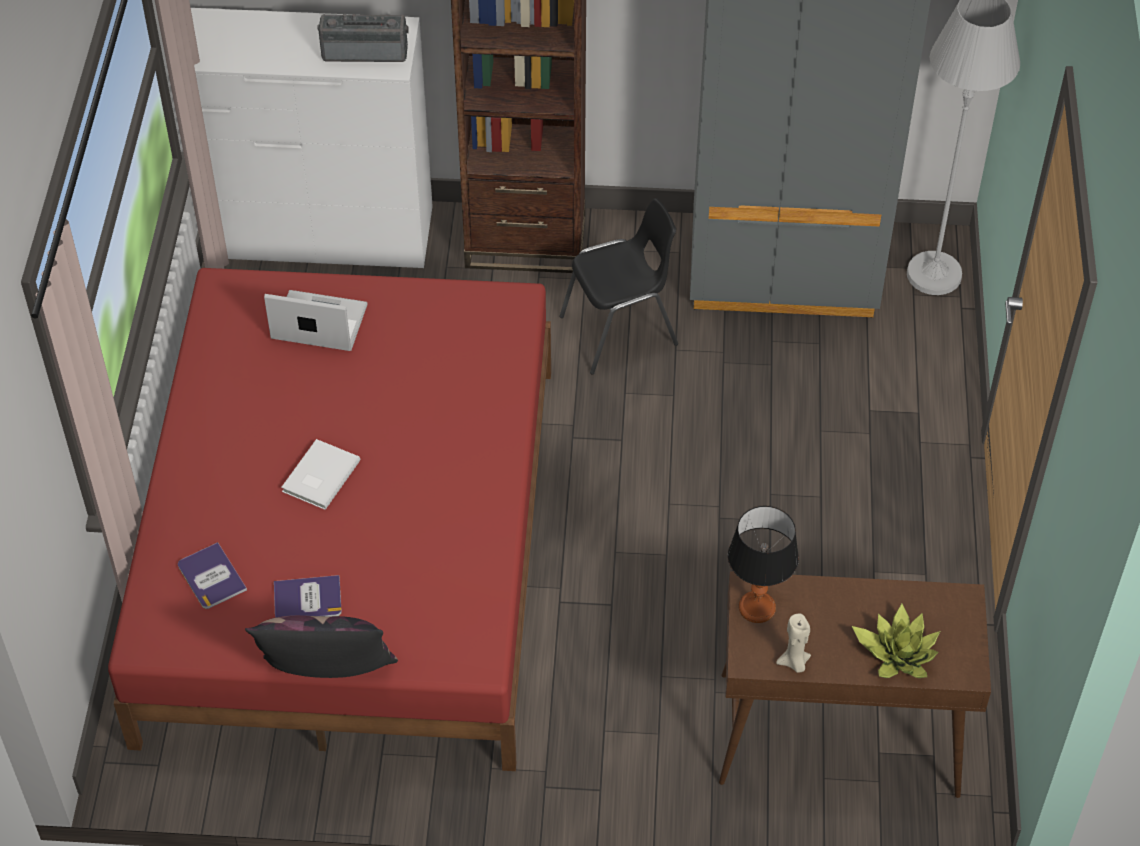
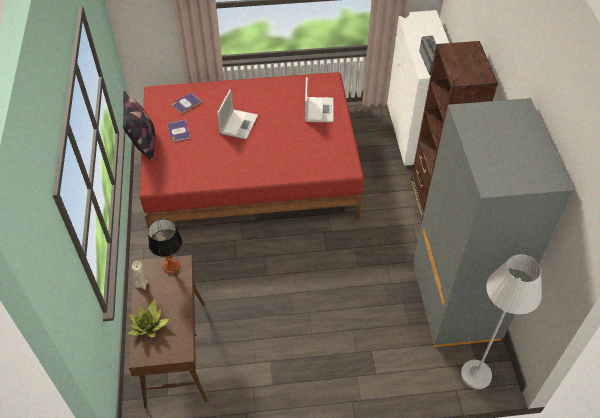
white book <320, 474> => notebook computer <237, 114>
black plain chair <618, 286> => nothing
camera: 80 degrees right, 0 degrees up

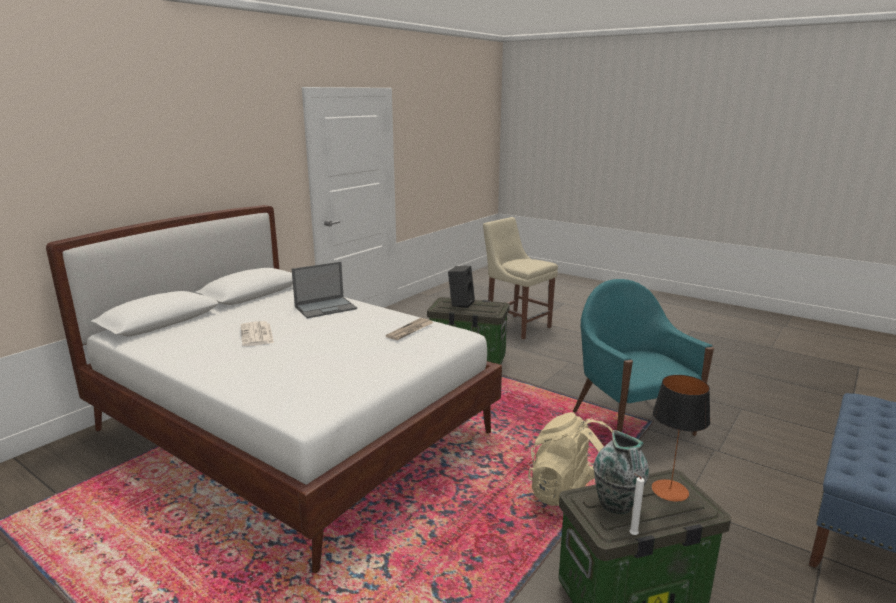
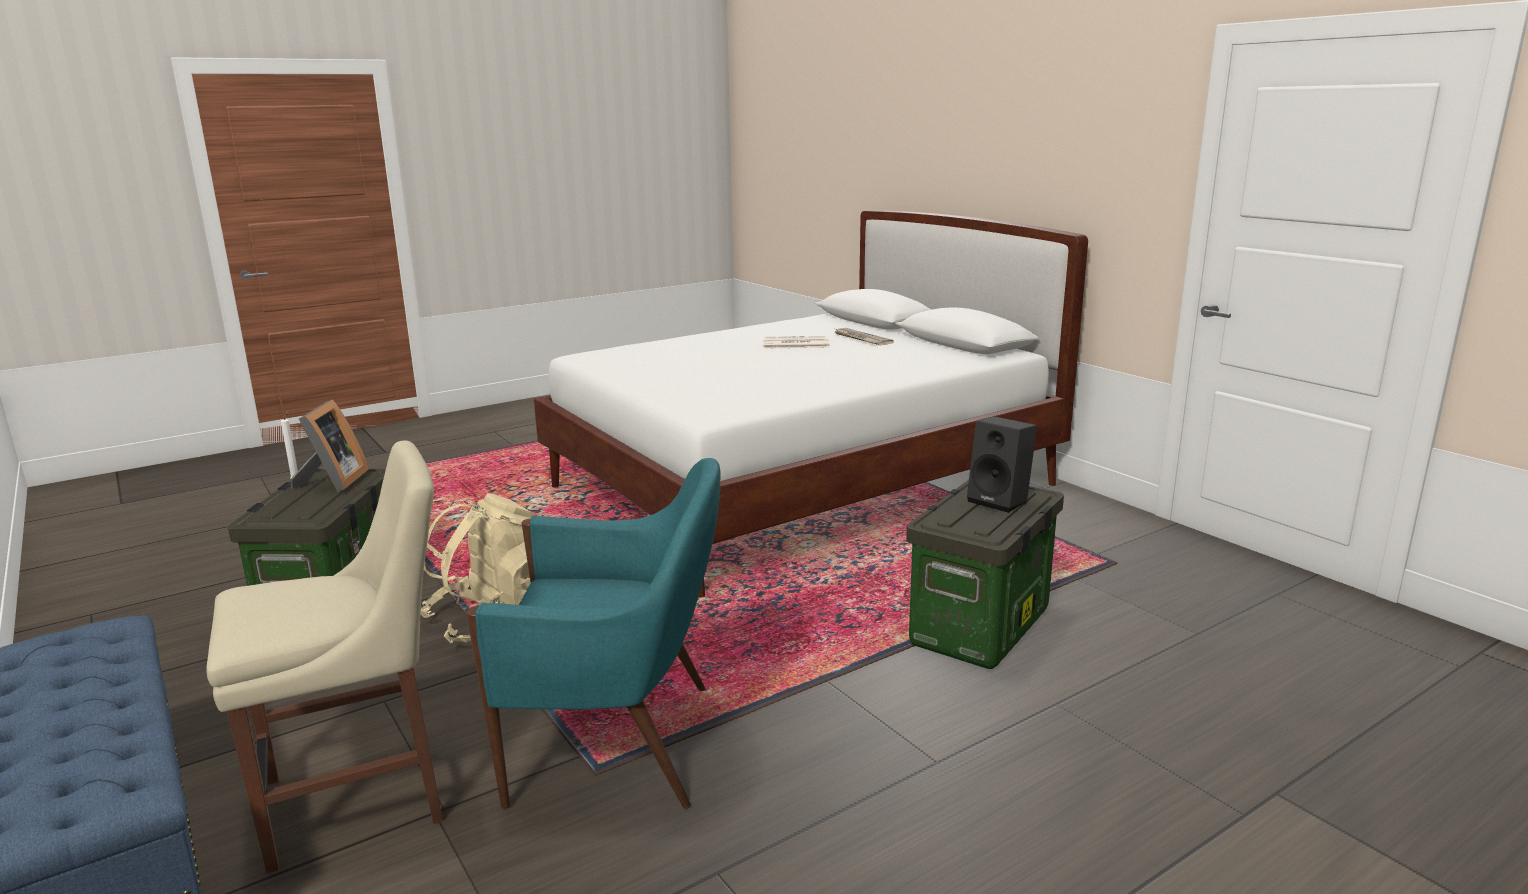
notebook computer <324, 290> => nothing
daily paper <409, 329> => daily paper <863, 336>, relocated
beige plain chair <520, 278> => beige plain chair <324, 656>, relocated
decorative vase <621, 472> => standing frame <330, 446>
lamp for a table <681, 438> => nothing
camera: 110 degrees right, 0 degrees up

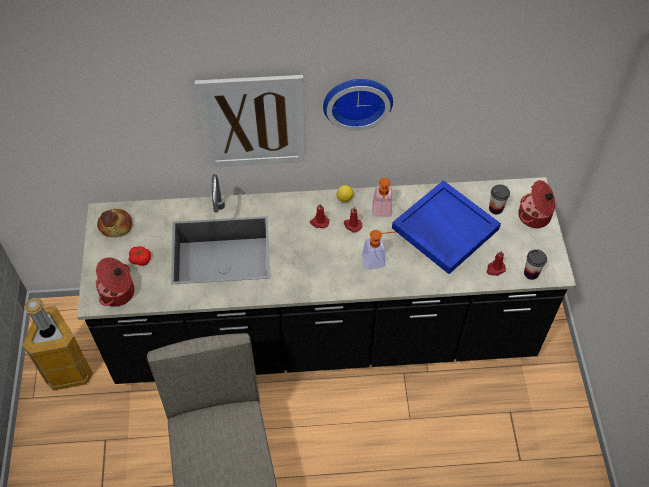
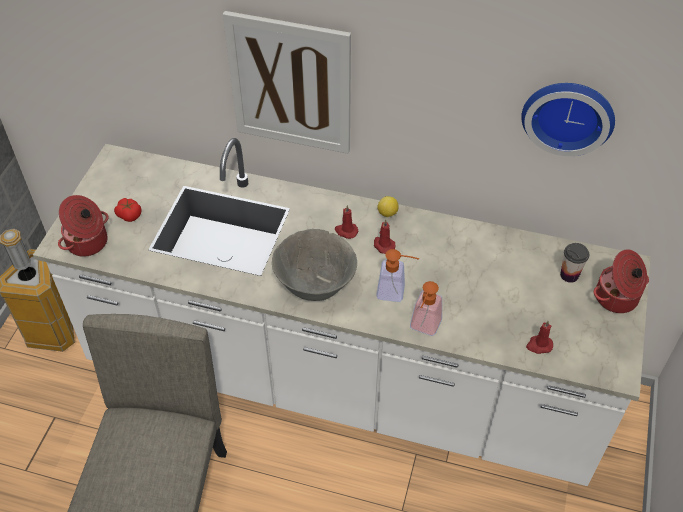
black kitchen base unit <326, 279> => white kitchen base unit <342, 312>
baked bread <114, 223> => nothing
wall clock <358, 105> => wall clock <568, 119>, relocated
soap dispenser <382, 197> => soap dispenser <426, 308>, relocated
bluish tray <446, 227> => nothing
drinking cup <535, 264> => nothing
nothing => grey deep dish <314, 265>
camera: 20 degrees right, 5 degrees down

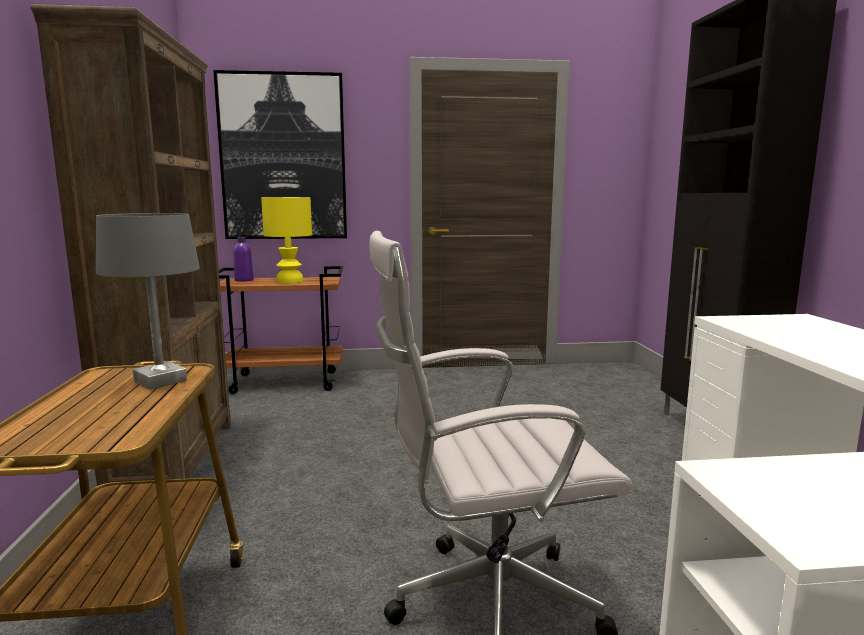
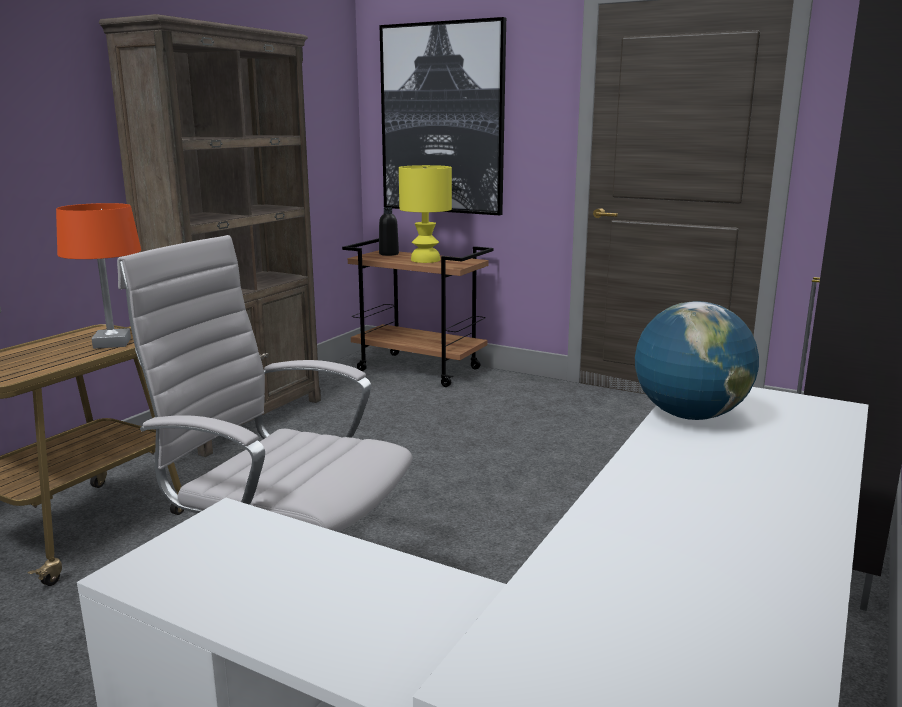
grey lamp for a table <148, 301> => orange-coloured lamp for a table <98, 276>
purple-coloured bottle <243, 259> => black bottle <389, 231>
nothing => globe <697, 360>
camera: 35 degrees right, 5 degrees up

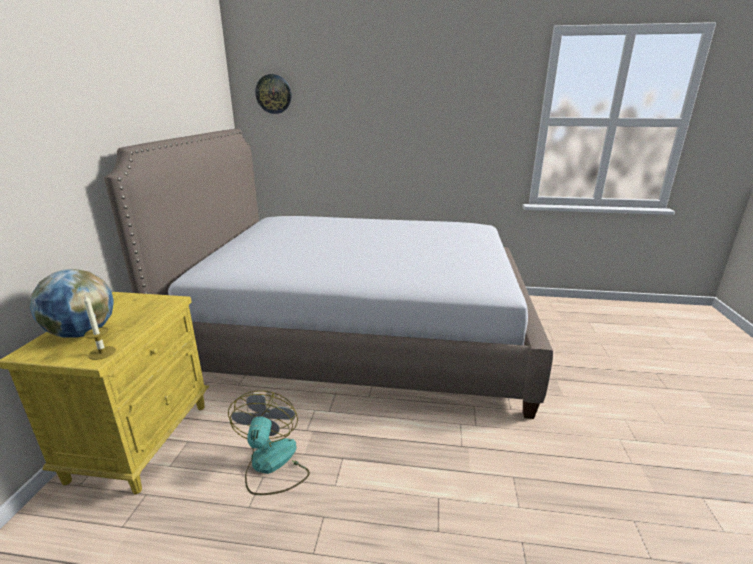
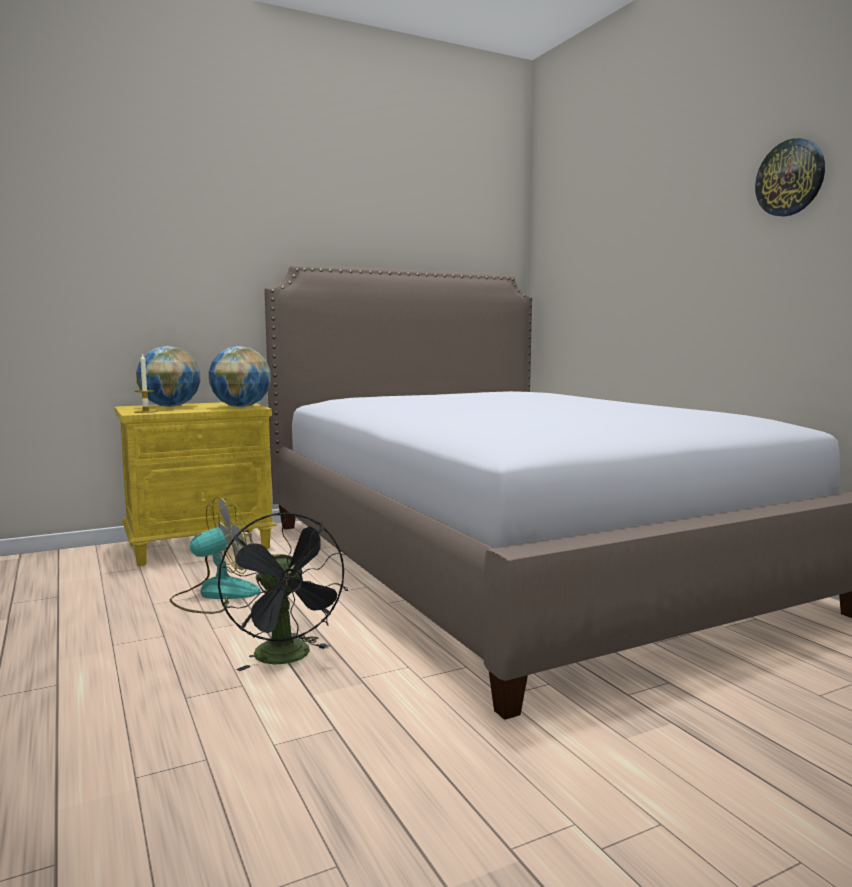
wall clock <273, 94> => wall clock <790, 177>, relocated
nothing => globe <240, 376>
nothing => black fan <283, 592>
camera: 55 degrees right, 15 degrees down

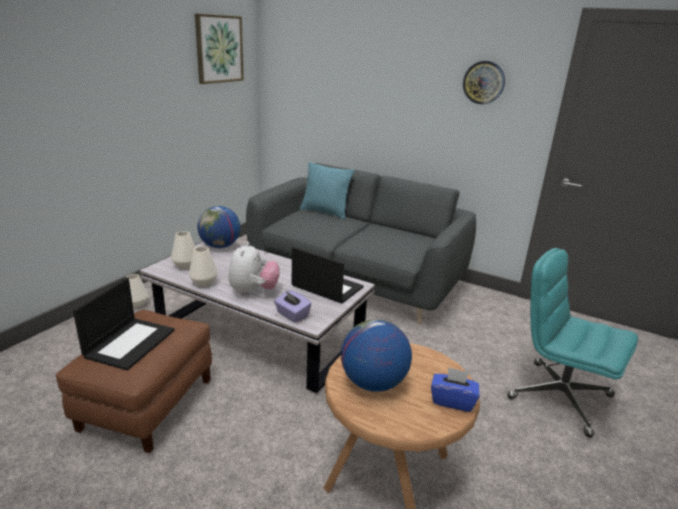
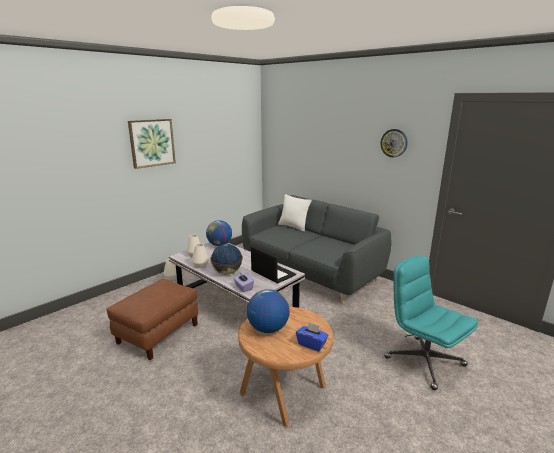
notebook computer <124, 324> => nothing
picture <219, 48> => picture <152, 144>, relocated
soft toy <254, 269> => globe <226, 259>
turquoise-coloured cushion <327, 190> => white cushion <295, 213>
camera: 15 degrees right, 5 degrees down

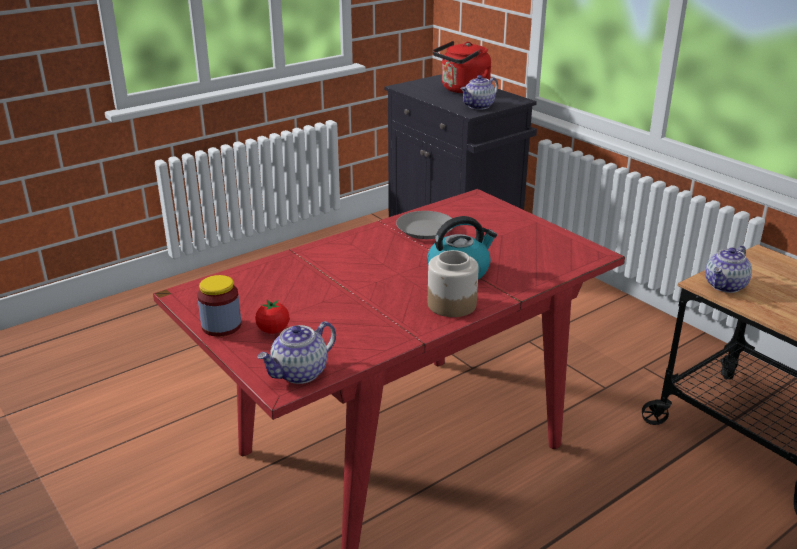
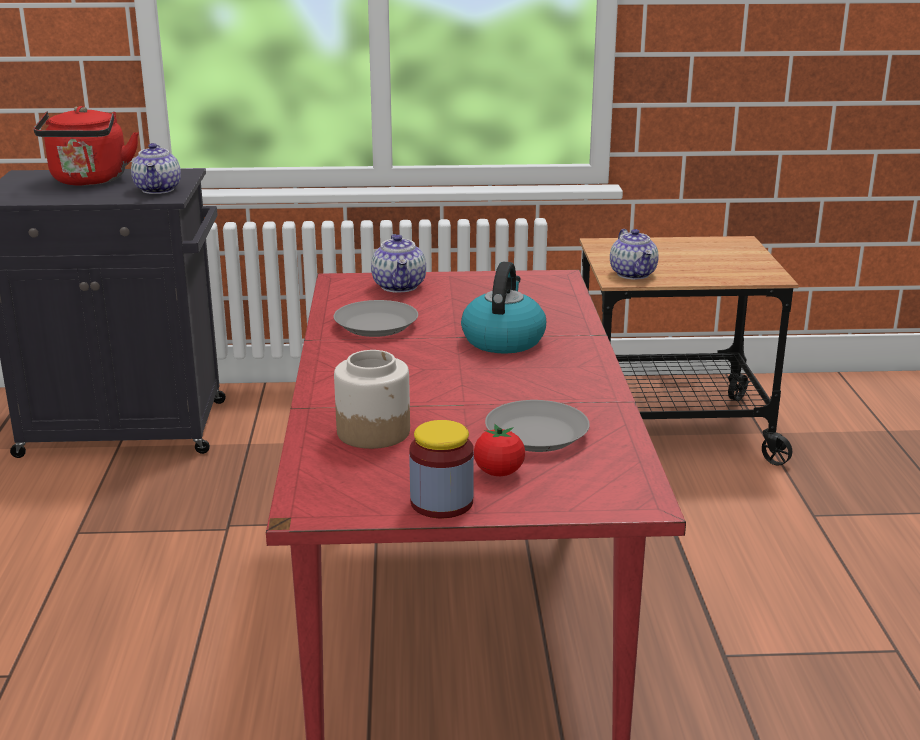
tea pot <296, 352> => tea pot <398, 263>, relocated
preserve jar <453, 283> => preserve jar <372, 399>, relocated
nothing => grey flat dish <537, 426>
camera: 55 degrees left, 5 degrees down

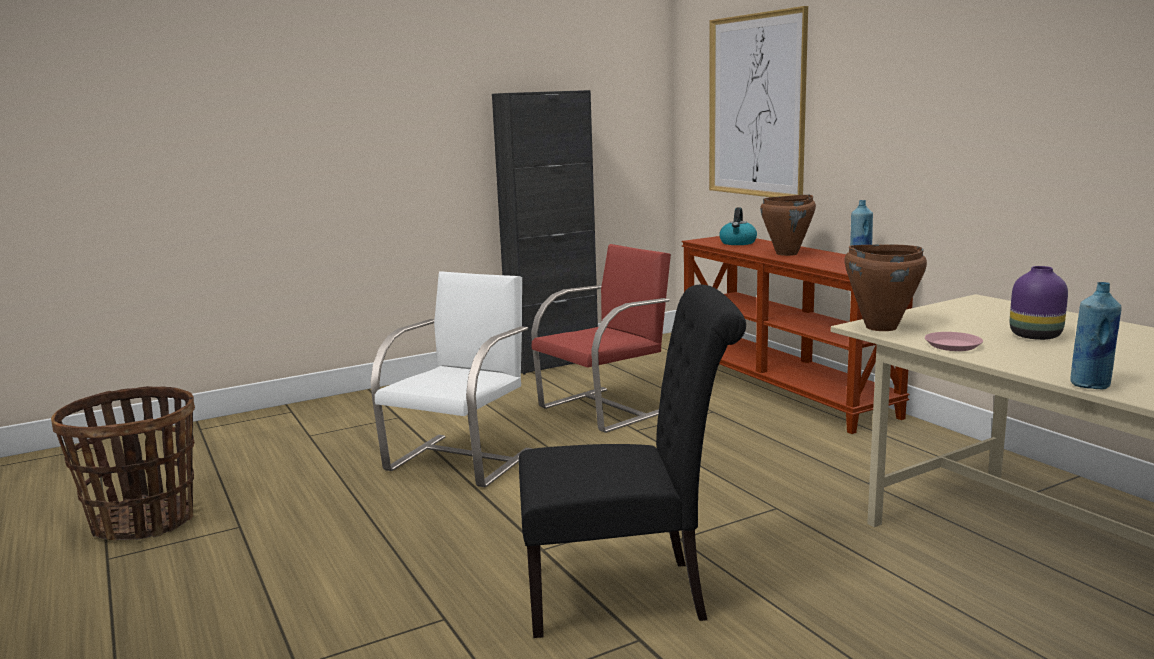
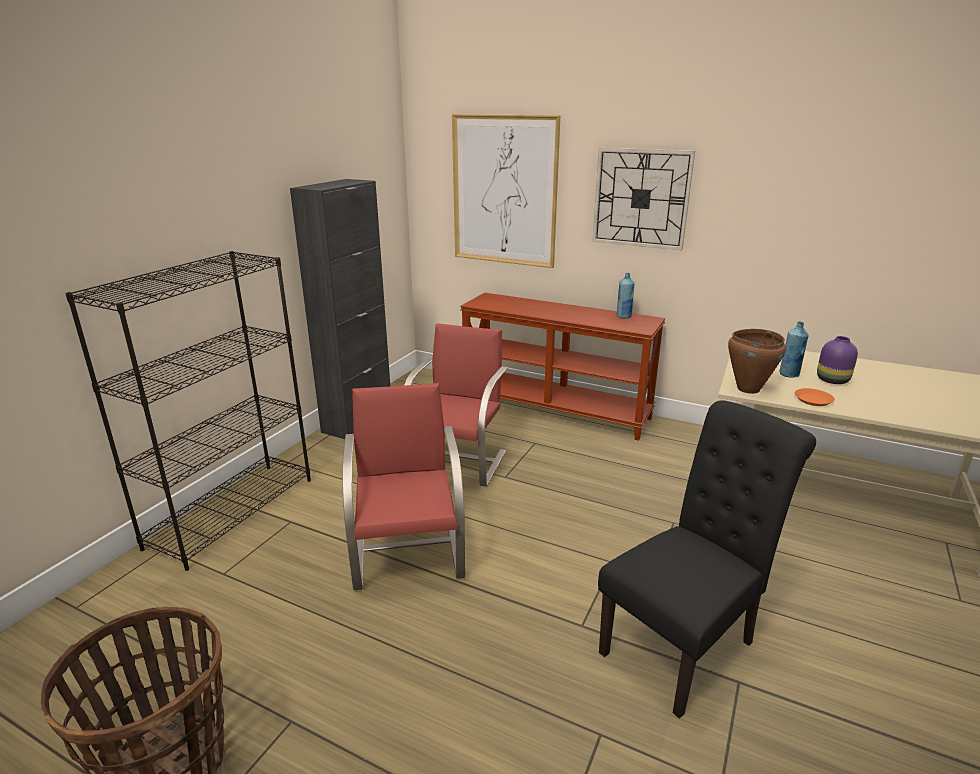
white plain chair <452, 379> => red plain chair <403, 486>
tea kettle <738, 226> => nothing
brownish saucepot <788, 225> => nothing
pink-coloured flat dish <954, 341> => orange-coloured flat dish <815, 397>
bluish bottle <1096, 335> => bluish bottle <794, 350>, relocated
nothing => black bookshelf <188, 411>
nothing => wall clock <643, 199>
camera: 35 degrees left, 10 degrees up

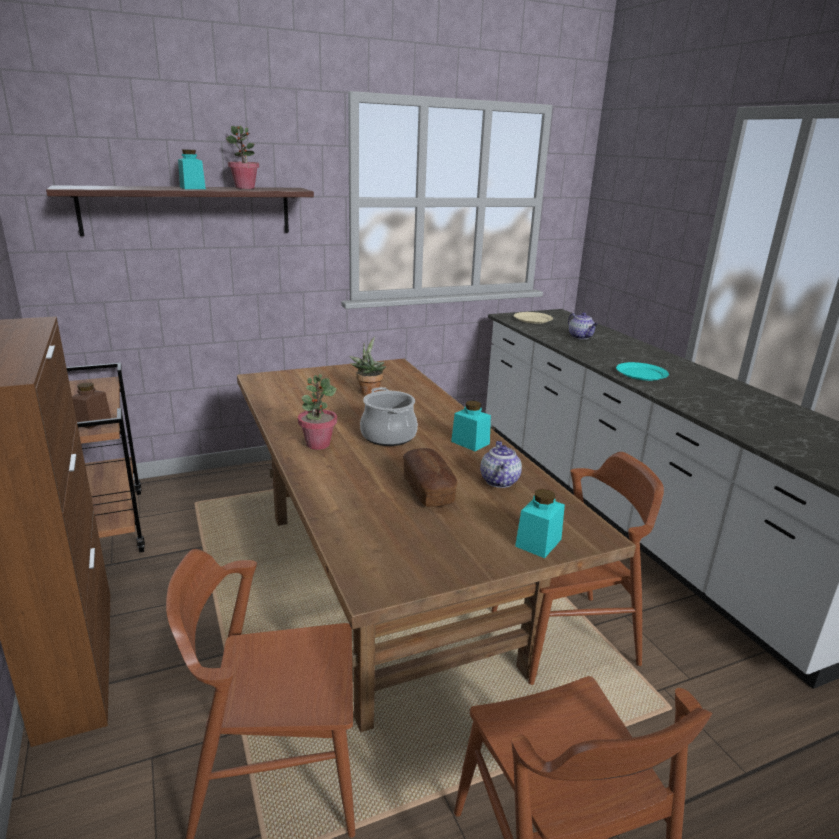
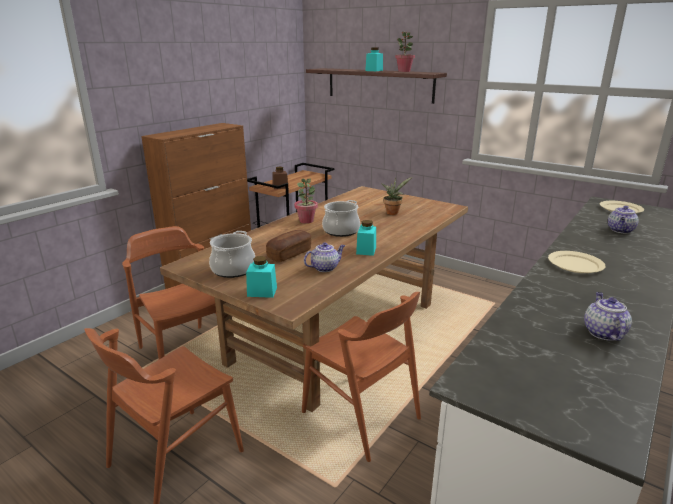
turquoise-coloured flat dish <642, 371> => beige flat dish <577, 262>
nothing => saucepot <232, 254>
nothing => tea pot <608, 316>
camera: 60 degrees right, 0 degrees up

